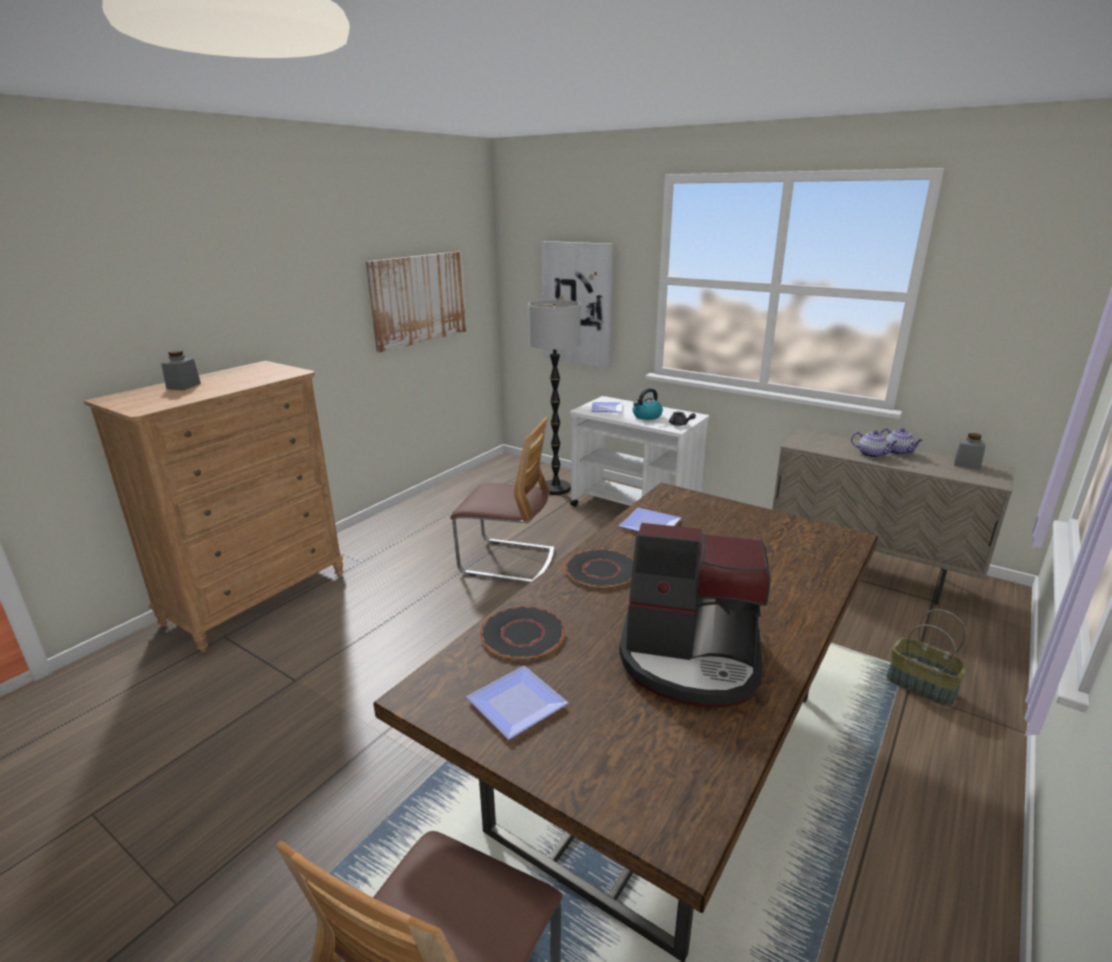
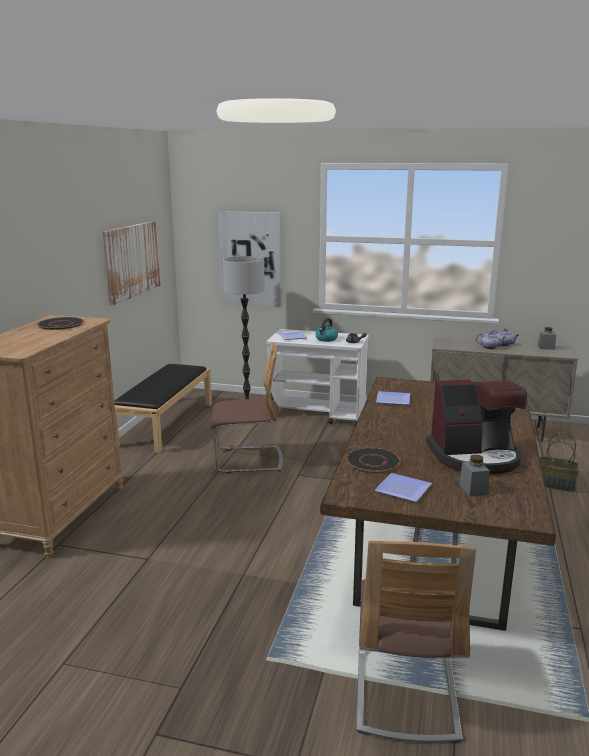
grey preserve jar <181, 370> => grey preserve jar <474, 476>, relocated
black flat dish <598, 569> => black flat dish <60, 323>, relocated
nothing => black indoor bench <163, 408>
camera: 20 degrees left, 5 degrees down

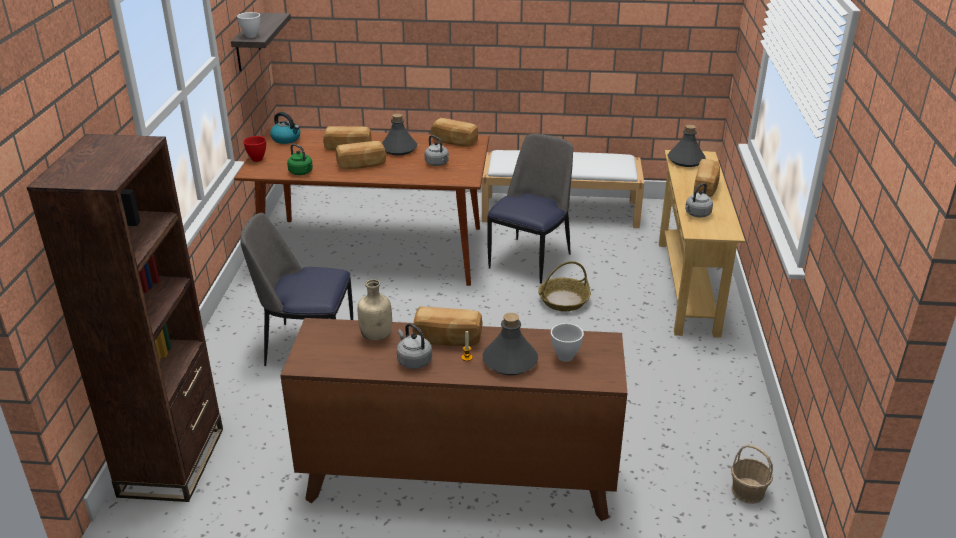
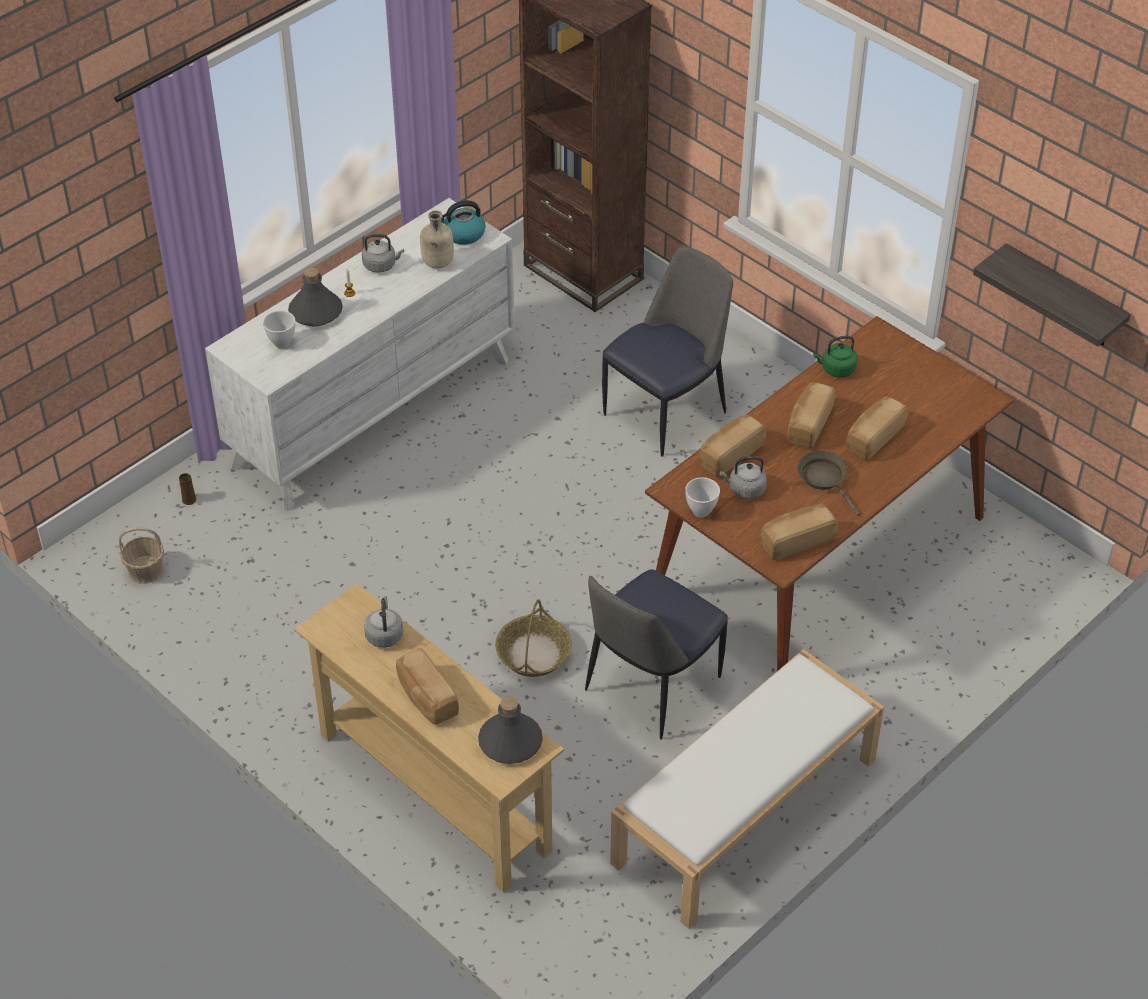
white deep dish <248, 25> => white deep dish <702, 497>, relocated
red deep dish <254, 149> => nothing
tea kettle <285, 128> => tea kettle <463, 222>, relocated
brownish chest of drawers <453, 419> => white chest of drawers <360, 354>
grey bottle <399, 134> => brownish frying pan <829, 483>
baked bread <447, 326> => baked bread <732, 446>, relocated
plain chair <530, 209> => plain chair <656, 654>, 60 degrees clockwise
nothing => brownish decorative vase <187, 489>
camera: 130 degrees right, 15 degrees up

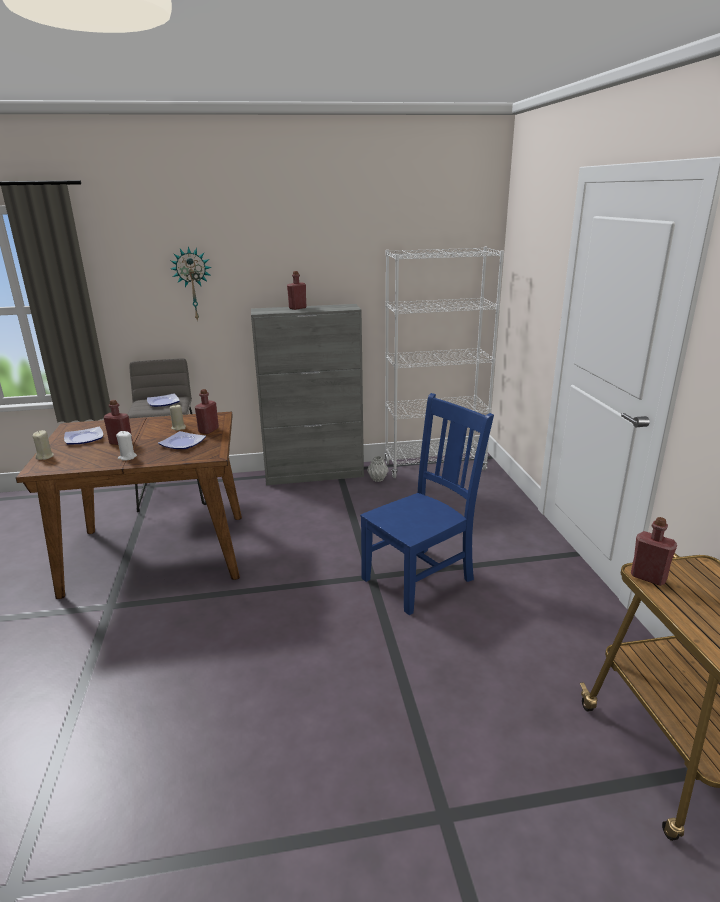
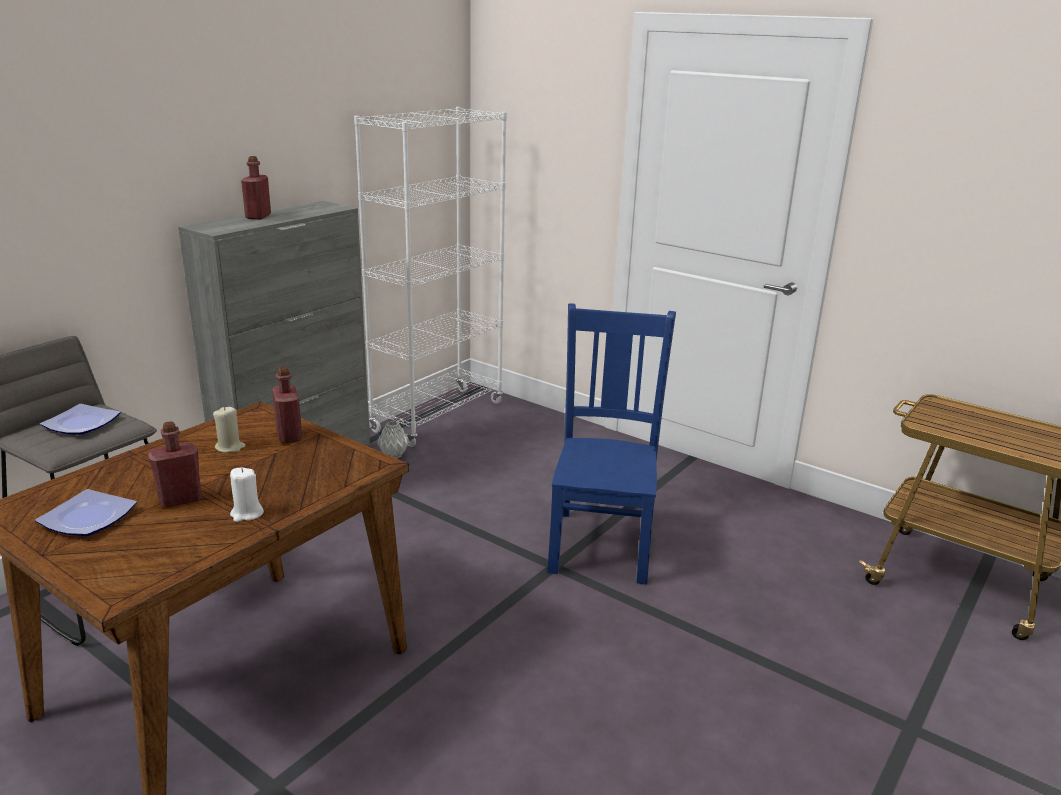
beige candle <43, 445> => nothing
flat dish <182, 440> => nothing
wall clock <191, 284> => nothing
red bottle <654, 551> => nothing
camera: 45 degrees left, 0 degrees up

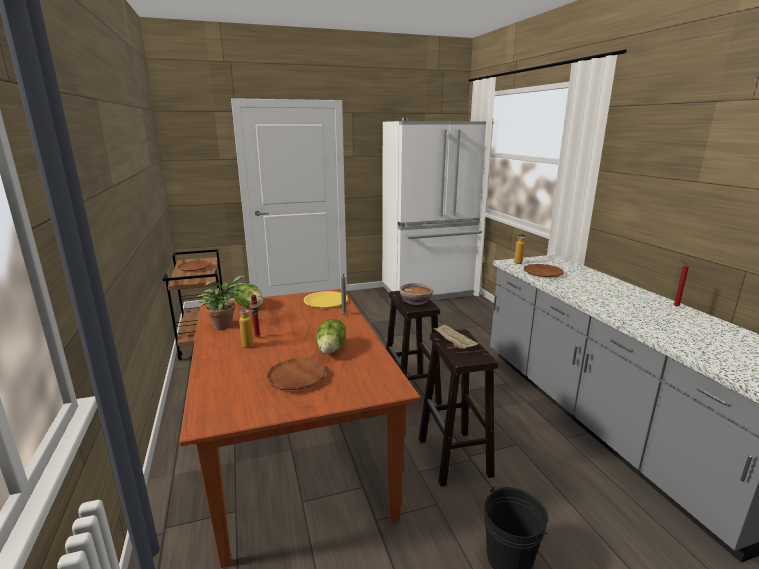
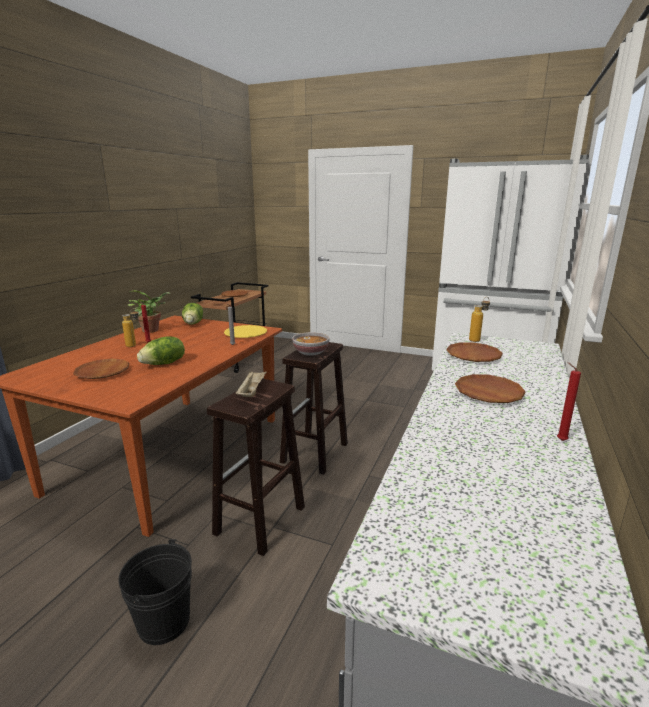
nothing => brownish flat dish <490, 388>
camera: 40 degrees right, 0 degrees up

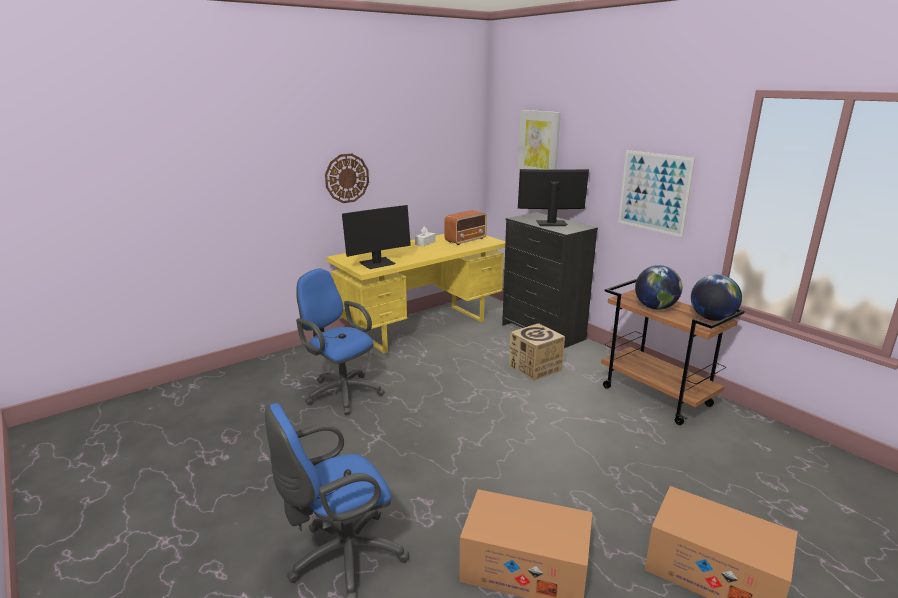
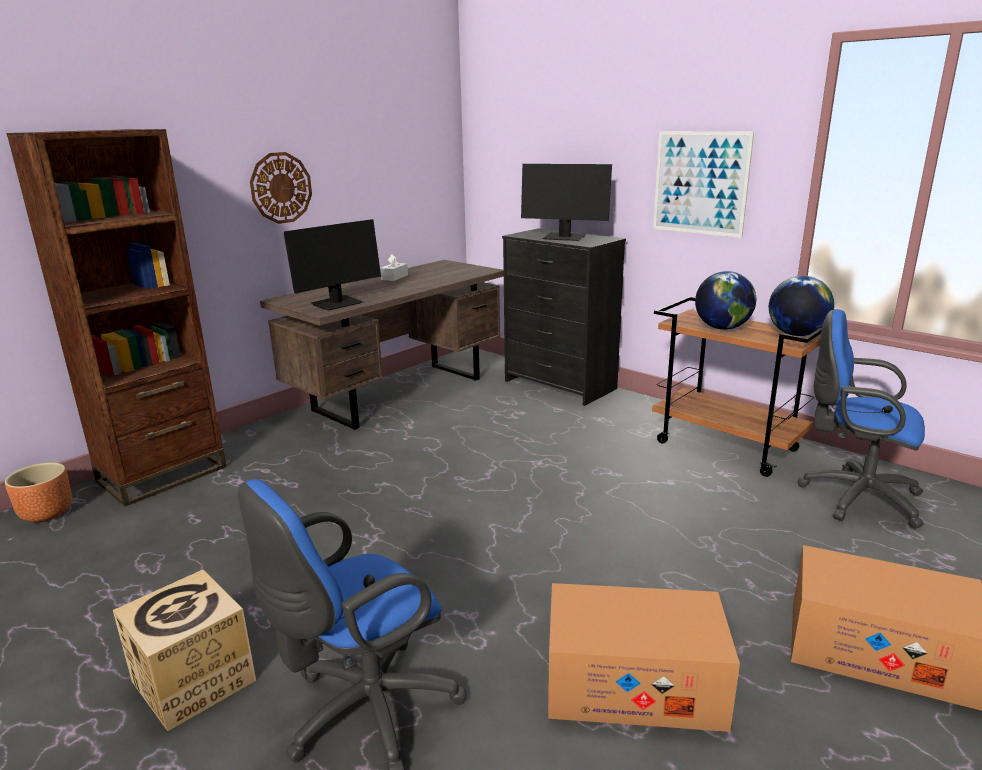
bluish computer chair <340, 341> => bluish computer chair <861, 419>, relocated
yellow-coloured desk unit <415, 293> => brownish desk unit <382, 345>
radio receiver <465, 227> => nothing
packing box <537, 352> => packing box <184, 650>, relocated
picture <539, 142> => nothing
monitor <553, 197> => monitor <566, 202>, 150 degrees counterclockwise
nothing => brownish flower pot <38, 492>
nothing => brownish bookshelf <116, 318>
camera: 10 degrees left, 0 degrees up

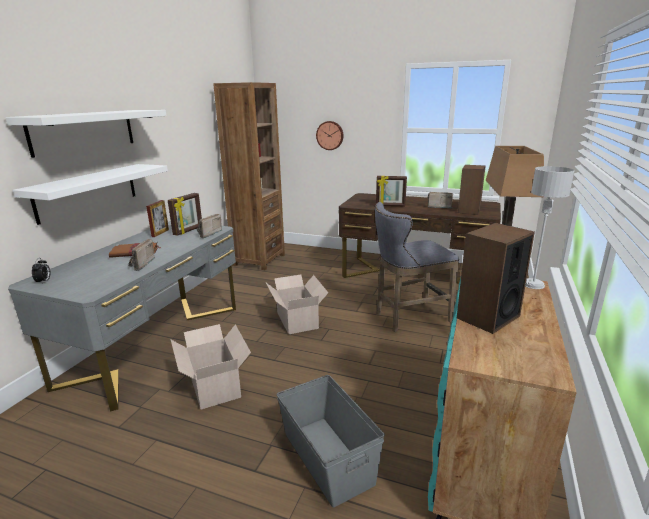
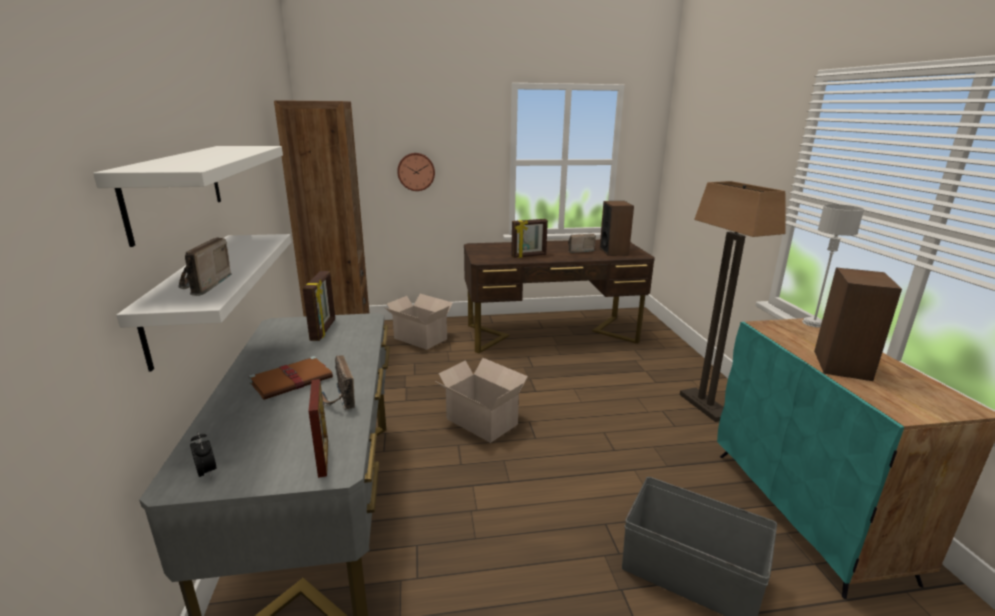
standing frame <157, 218> => standing frame <318, 428>, relocated
packing box <210, 367> => packing box <419, 322>, relocated
radio receiver <209, 226> => radio receiver <205, 266>, relocated
grey sitting stool <417, 267> => nothing
camera: 30 degrees left, 0 degrees up

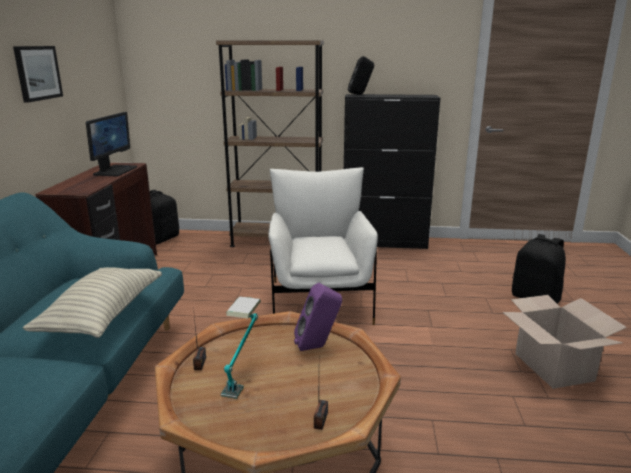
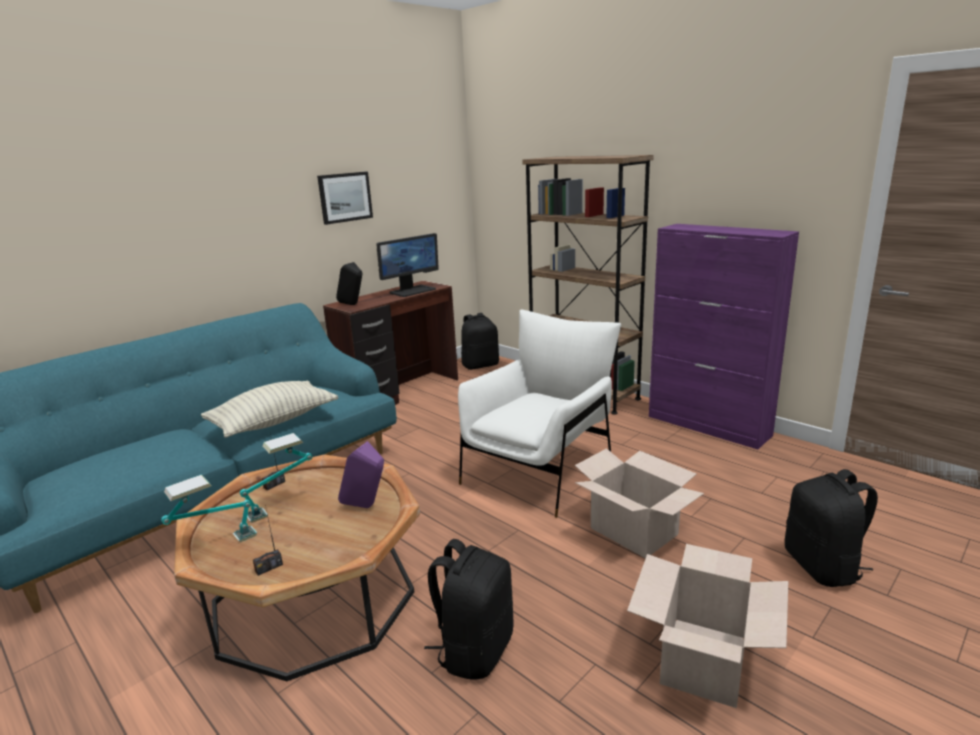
black storage cabinet <392, 171> => purple-coloured storage cabinet <724, 337>
black loudspeaker <361, 75> => black loudspeaker <349, 283>, relocated
nothing => lamp for a table <209, 508>
nothing => black backpack <468, 609>
nothing => packing box <639, 503>
camera: 40 degrees right, 0 degrees up

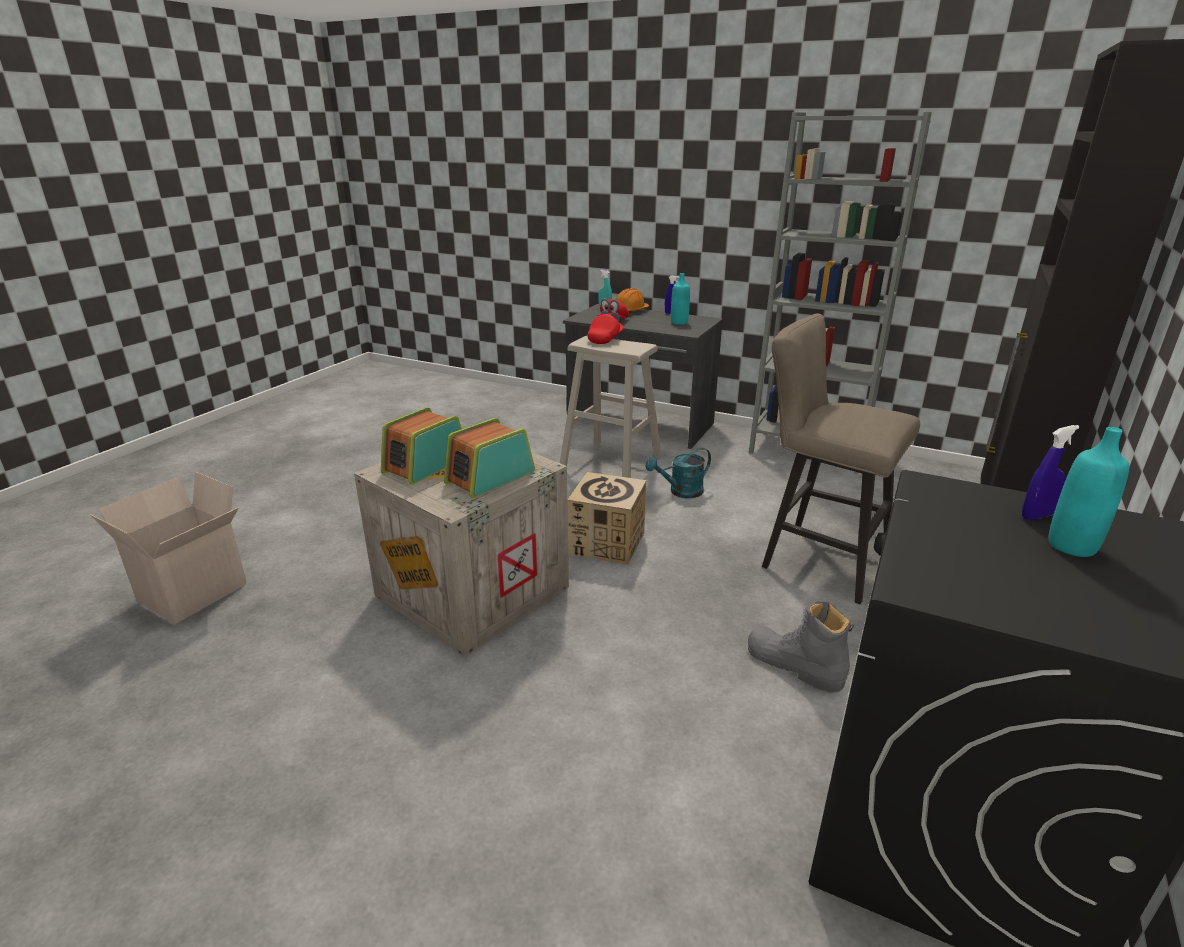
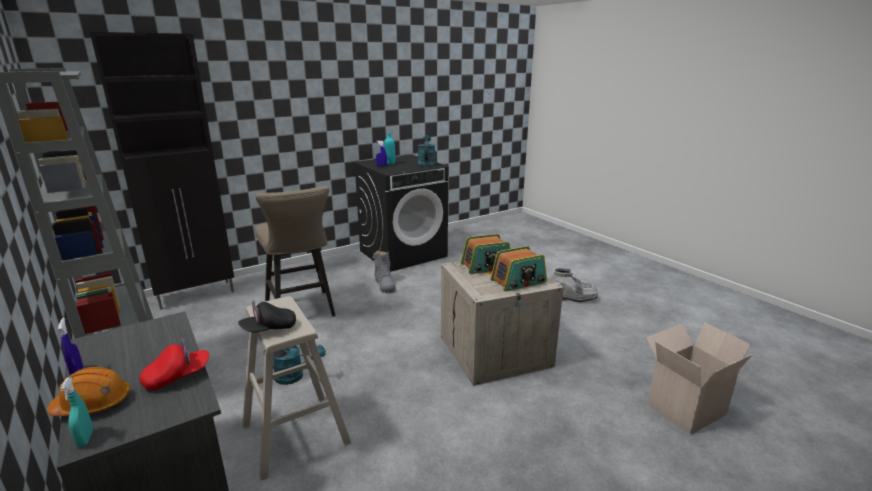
packing box <606, 518> => nothing
red peaked cap <605, 327> => black peaked cap <267, 316>
turquoise-coloured bottle <680, 299> => nothing
nothing => turquoise-coloured watering can <426, 151>
nothing => grey tall boot <575, 284>
camera: 150 degrees left, 5 degrees down

